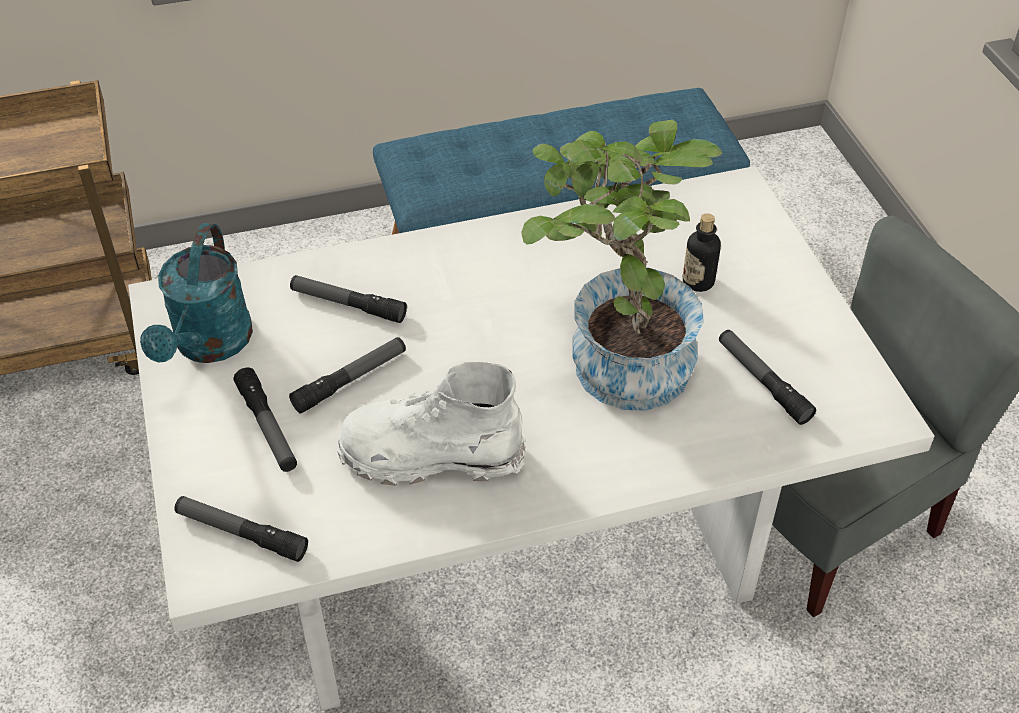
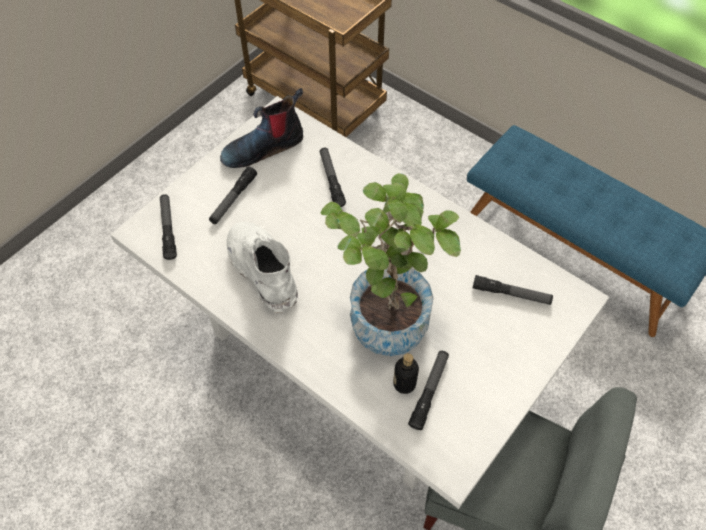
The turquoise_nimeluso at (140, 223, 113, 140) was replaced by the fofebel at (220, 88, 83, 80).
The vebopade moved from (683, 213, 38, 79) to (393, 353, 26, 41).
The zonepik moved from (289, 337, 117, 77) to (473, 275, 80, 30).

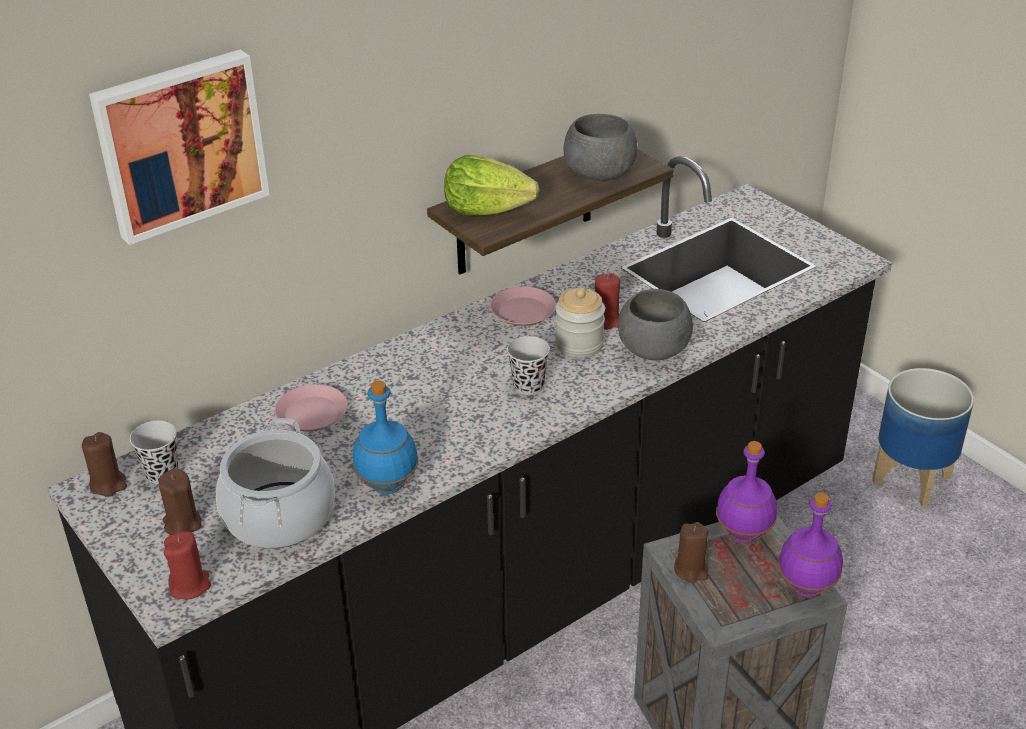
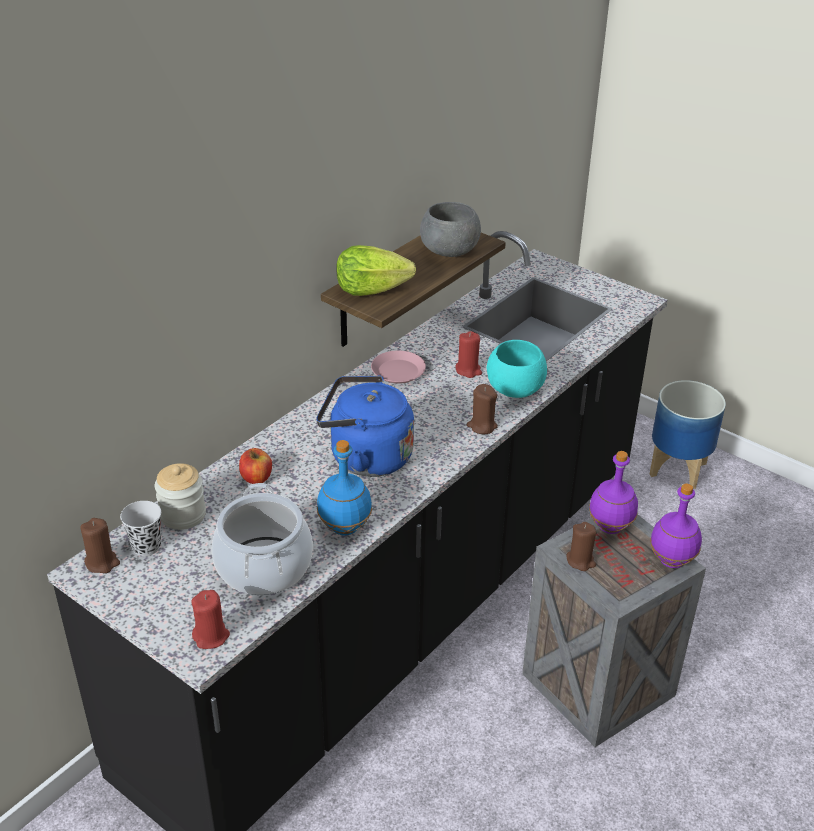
The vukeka moved from (555, 288, 50, 70) to (155, 463, 51, 67).
The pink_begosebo at (275, 384, 73, 48) was replaced by the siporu at (239, 448, 33, 36).
The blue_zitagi at (316, 375, 98, 102) appeared.
The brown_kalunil moved from (158, 469, 43, 66) to (467, 384, 31, 51).
The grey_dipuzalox at (618, 289, 75, 71) became the turquoise_dipuzalox at (487, 340, 60, 58).
The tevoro at (89, 49, 181, 196) disappeared.
The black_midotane at (507, 336, 43, 59) disappeared.

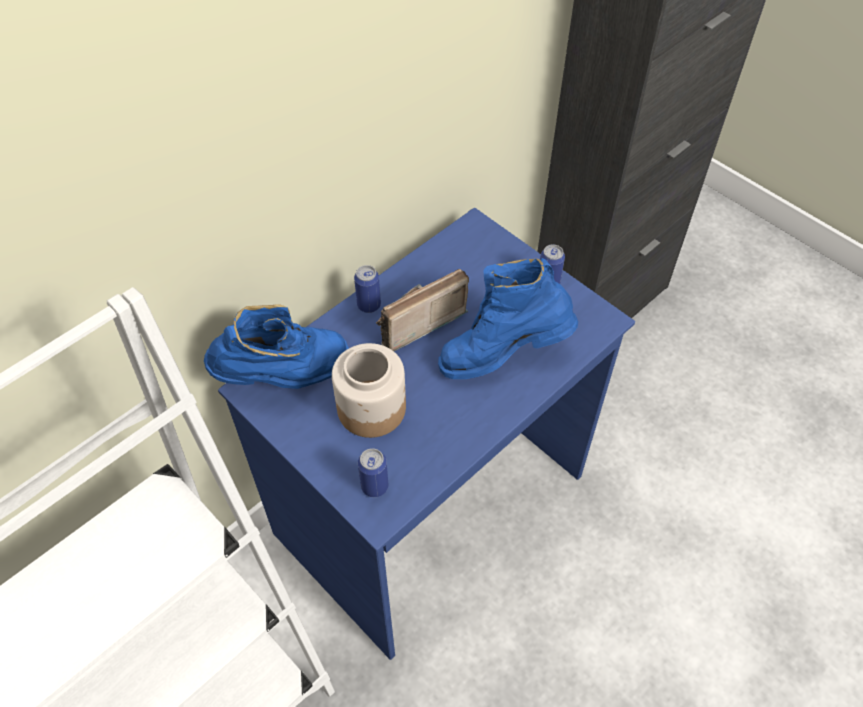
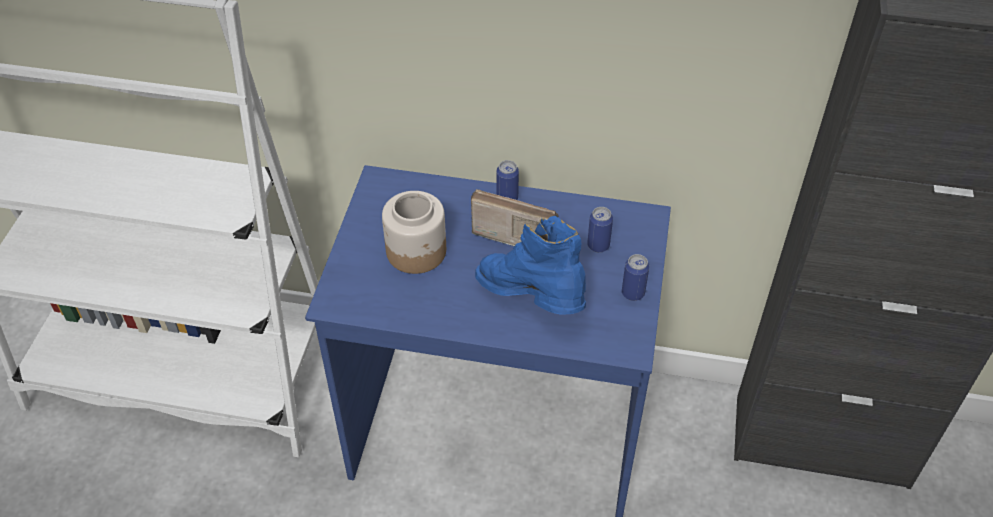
The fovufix moved from (358, 448, 30, 49) to (587, 207, 26, 46).
The blue_fofebel at (204, 304, 145, 85) disappeared.

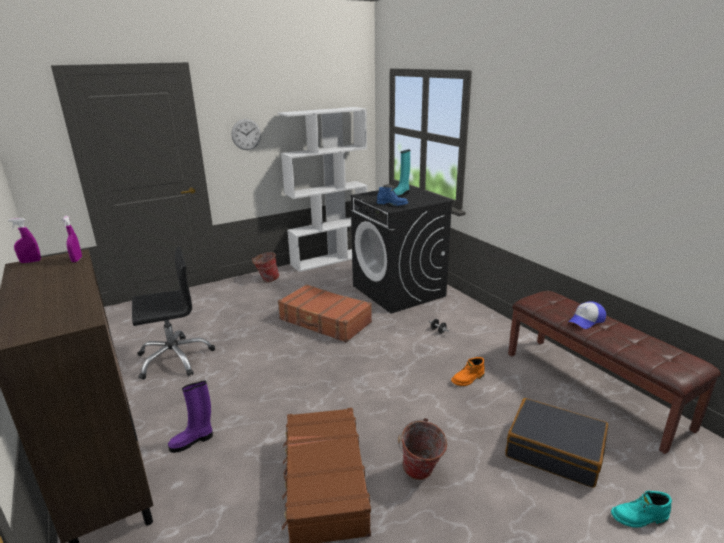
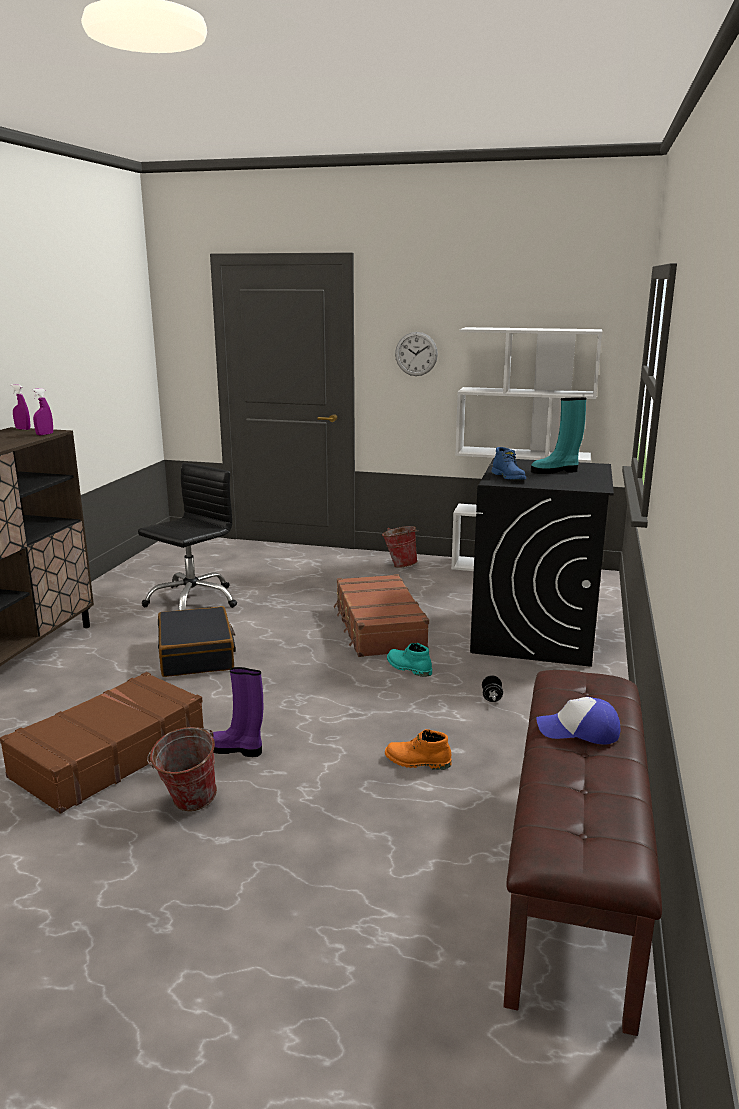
The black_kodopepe at (132, 246, 83, 134) turned 75 degrees counterclockwise.
The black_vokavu moved from (505, 398, 103, 90) to (158, 606, 78, 71).
The purple_fofebel moved from (168, 380, 45, 73) to (213, 667, 50, 90).
The turquoise_fofebel moved from (611, 491, 61, 37) to (387, 643, 45, 34).

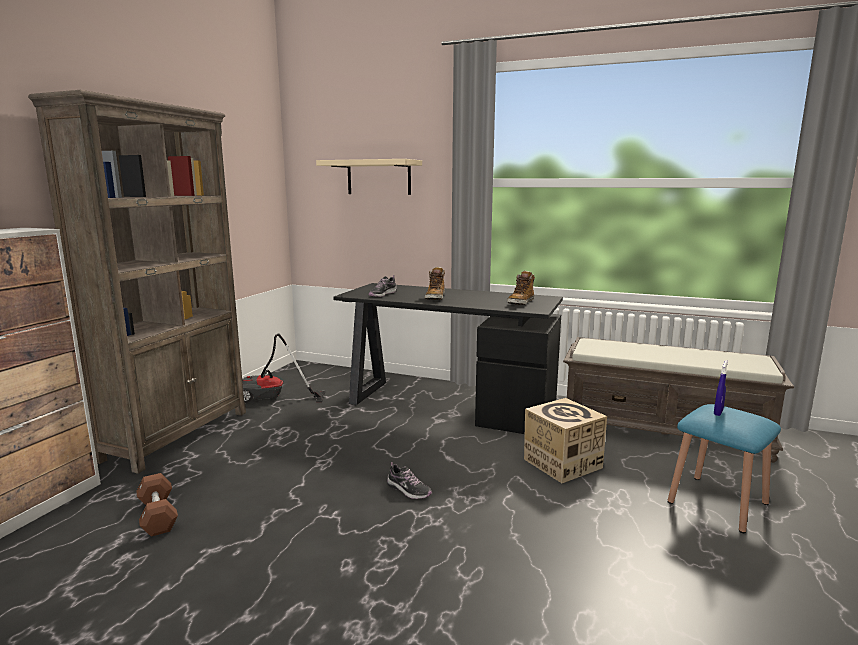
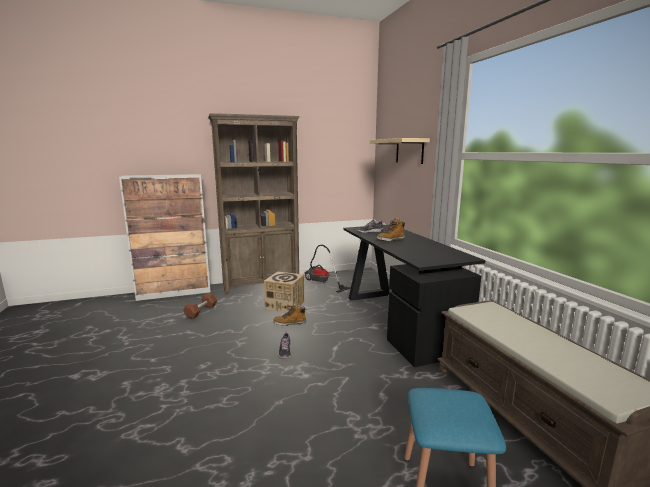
The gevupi moved from (524, 398, 83, 85) to (264, 272, 40, 40).
The fofebel moved from (507, 270, 28, 35) to (273, 303, 33, 23).
The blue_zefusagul at (714, 360, 14, 56) disappeared.

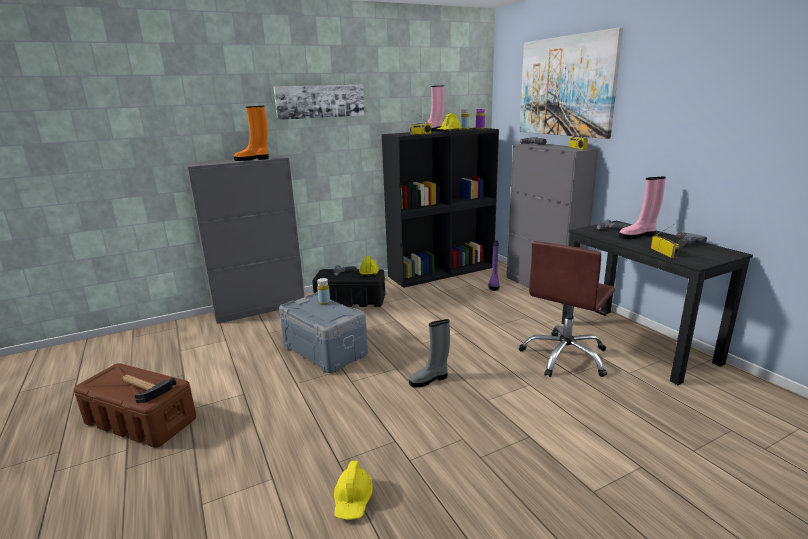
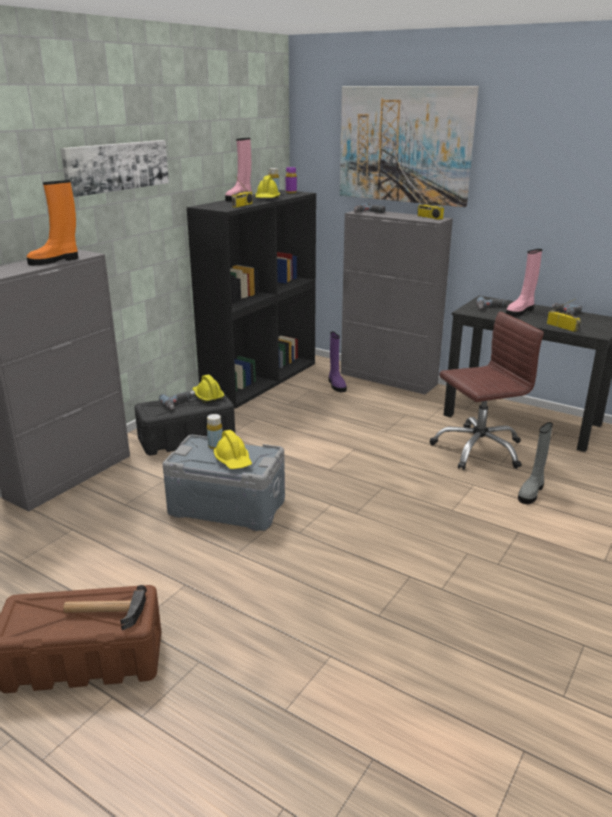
The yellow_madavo moved from (334, 461, 39, 59) to (214, 430, 38, 39).
The brown_kodopepe at (519, 241, 96, 136) turned 120 degrees counterclockwise.
The grey_fofebel moved from (409, 319, 41, 69) to (518, 422, 35, 82).

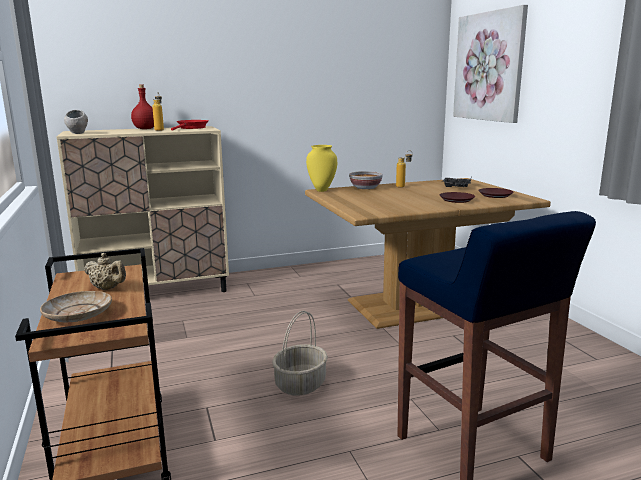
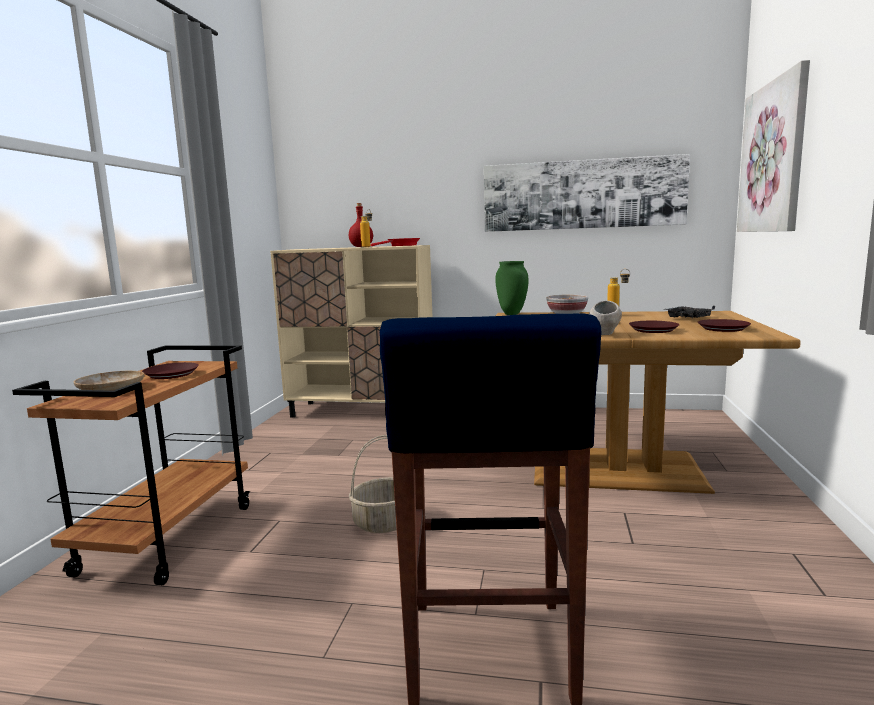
The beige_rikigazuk at (84, 253, 42, 37) was replaced by the brown_begosebo at (142, 362, 57, 17).
The tevoro at (484, 154, 206, 78) appeared.
The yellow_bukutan at (306, 145, 31, 47) became the green_bukutan at (496, 261, 32, 54).
The grey_dipuzalox moved from (64, 110, 24, 24) to (589, 301, 33, 34).

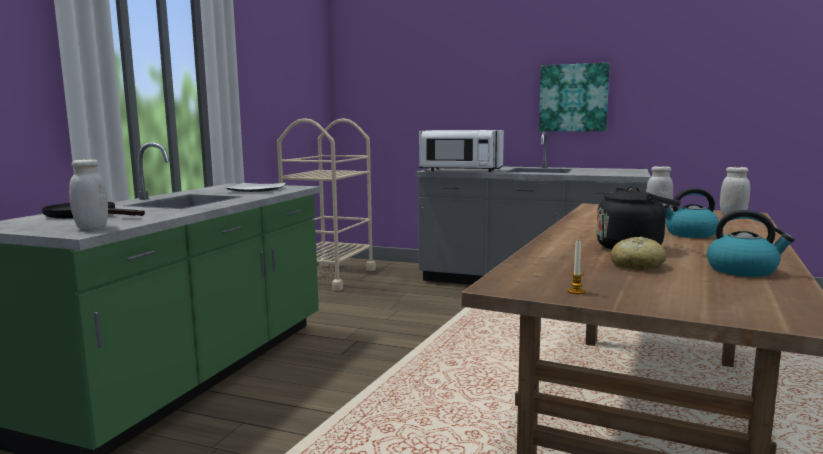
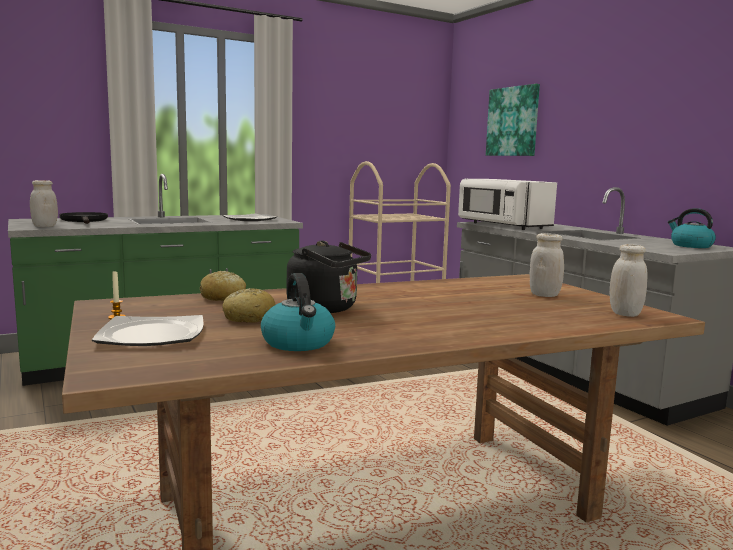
The begosebo at (92, 315, 112, 31) appeared.
The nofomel at (200, 271, 46, 30) appeared.
The tevoro moved from (539, 63, 71, 68) to (486, 84, 54, 72).
The zitagi moved from (663, 188, 56, 50) to (668, 208, 48, 40).

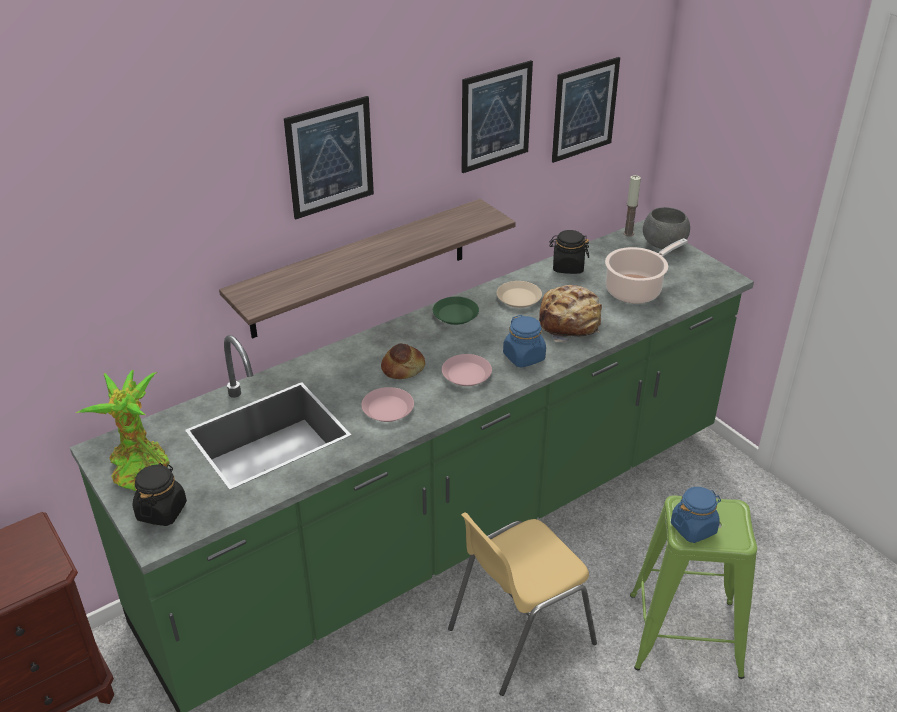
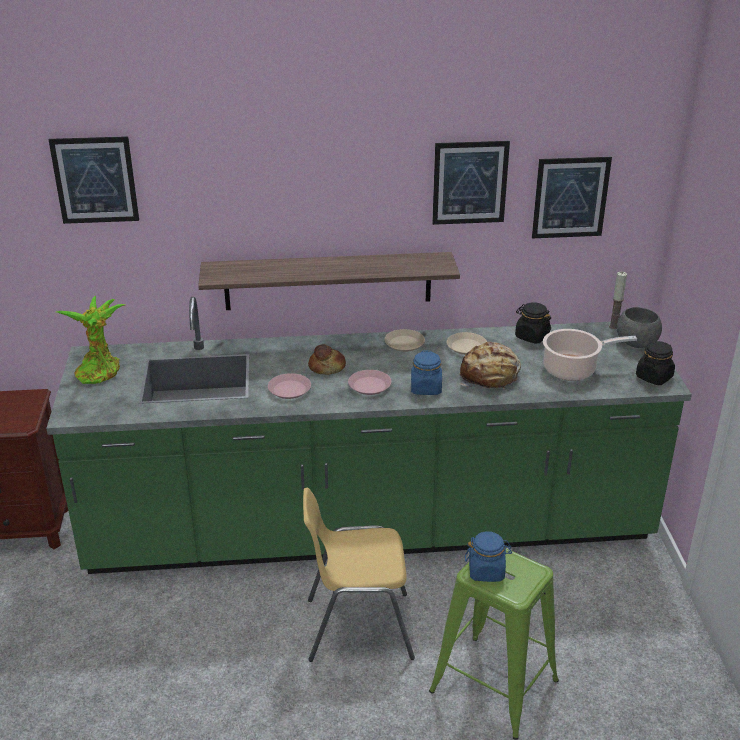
The tevoro moved from (284, 96, 90, 123) to (49, 136, 90, 88).
The green_begosebo at (433, 297, 46, 28) became the beige_begosebo at (384, 329, 41, 23).
The black_vukeka moved from (133, 463, 54, 63) to (636, 341, 39, 44).

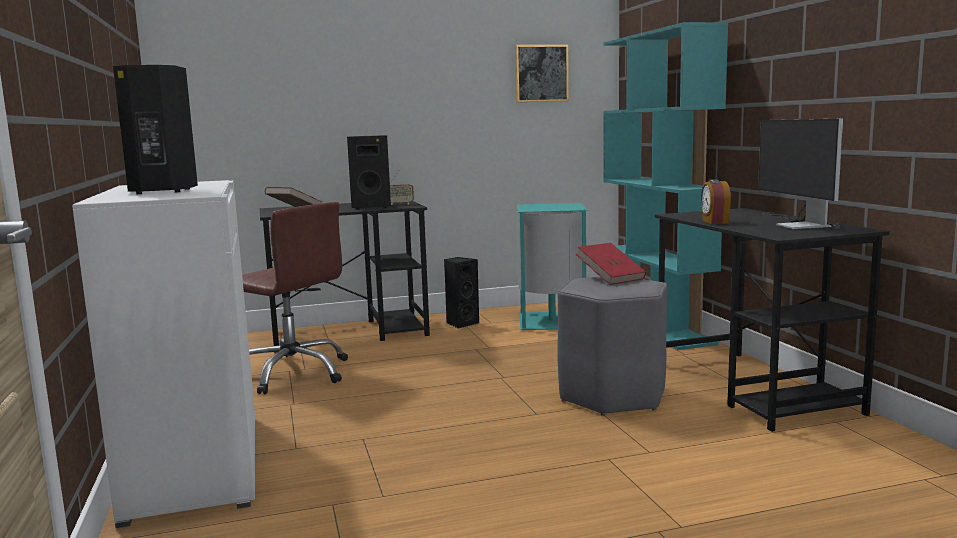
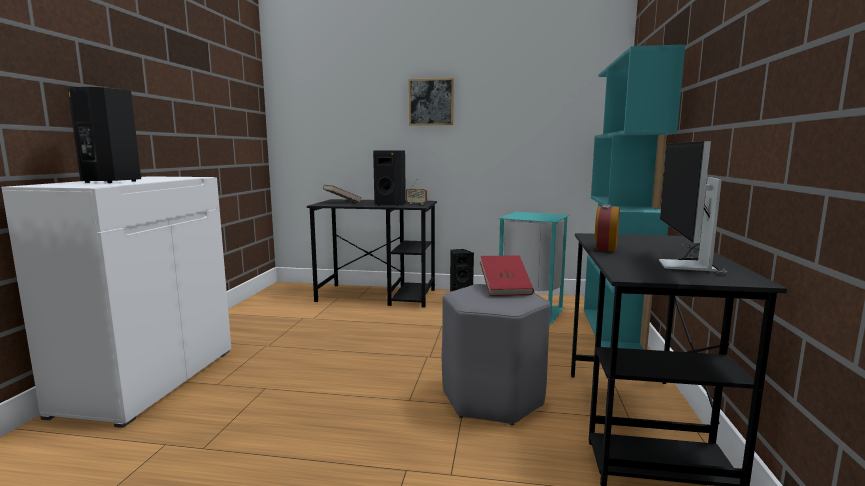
The tevoro moved from (515, 45, 54, 57) to (409, 78, 45, 47).
The brown_kodopepe at (242, 202, 106, 192) disappeared.

